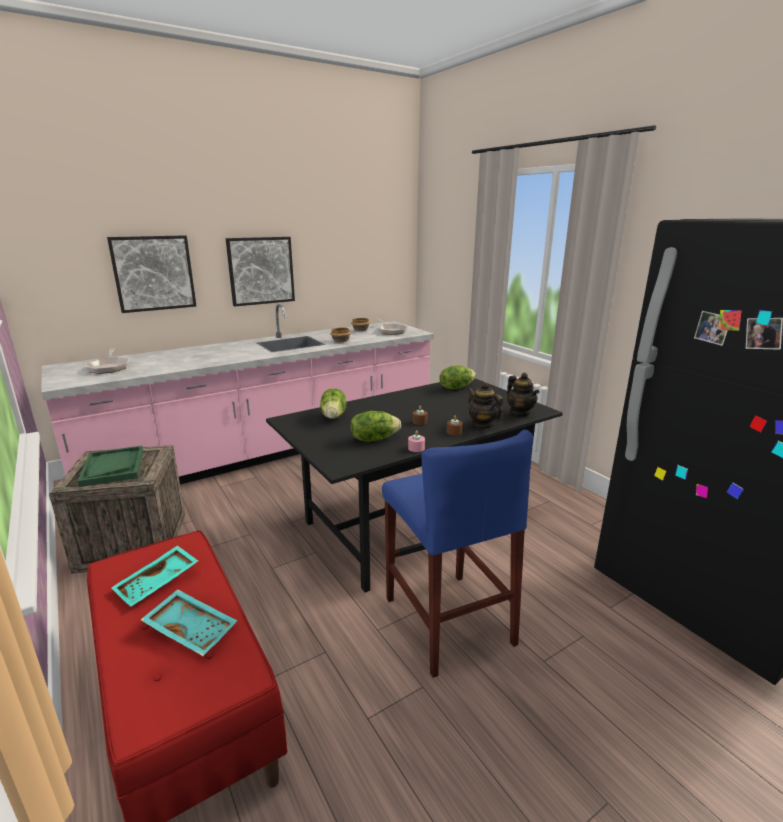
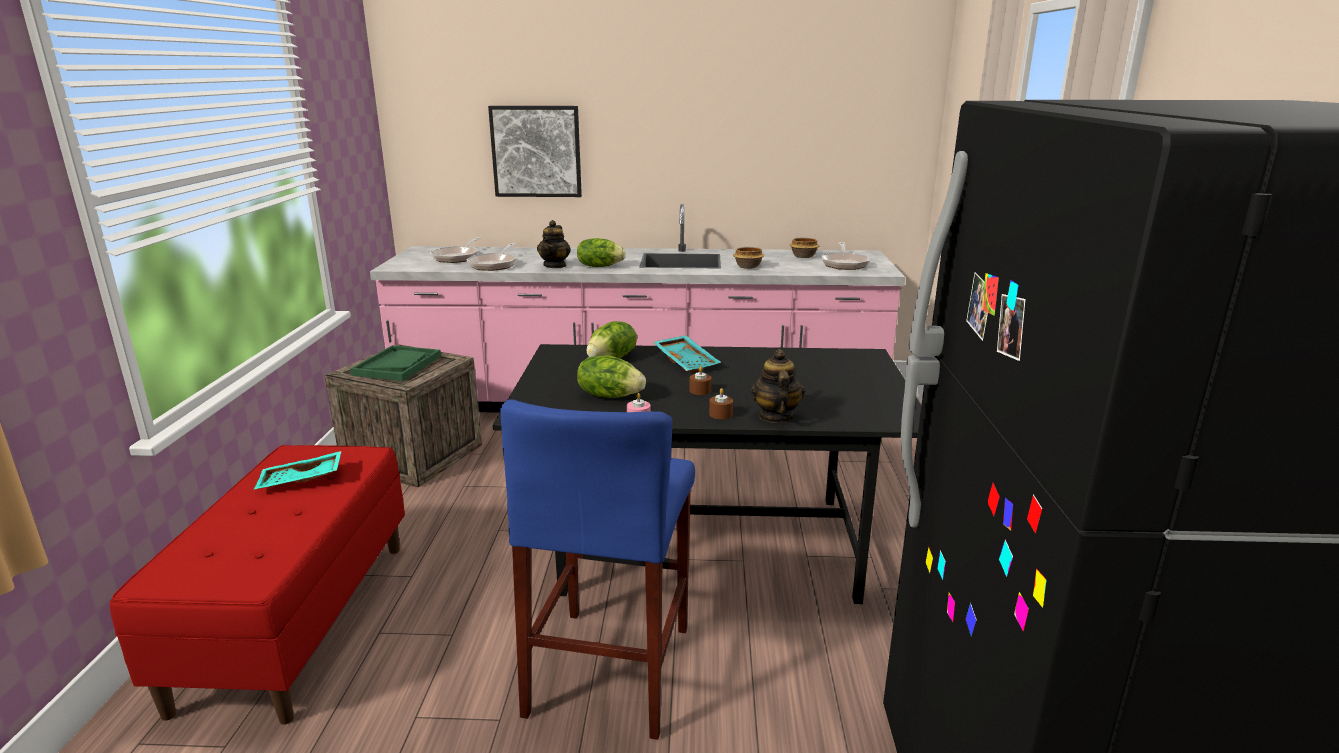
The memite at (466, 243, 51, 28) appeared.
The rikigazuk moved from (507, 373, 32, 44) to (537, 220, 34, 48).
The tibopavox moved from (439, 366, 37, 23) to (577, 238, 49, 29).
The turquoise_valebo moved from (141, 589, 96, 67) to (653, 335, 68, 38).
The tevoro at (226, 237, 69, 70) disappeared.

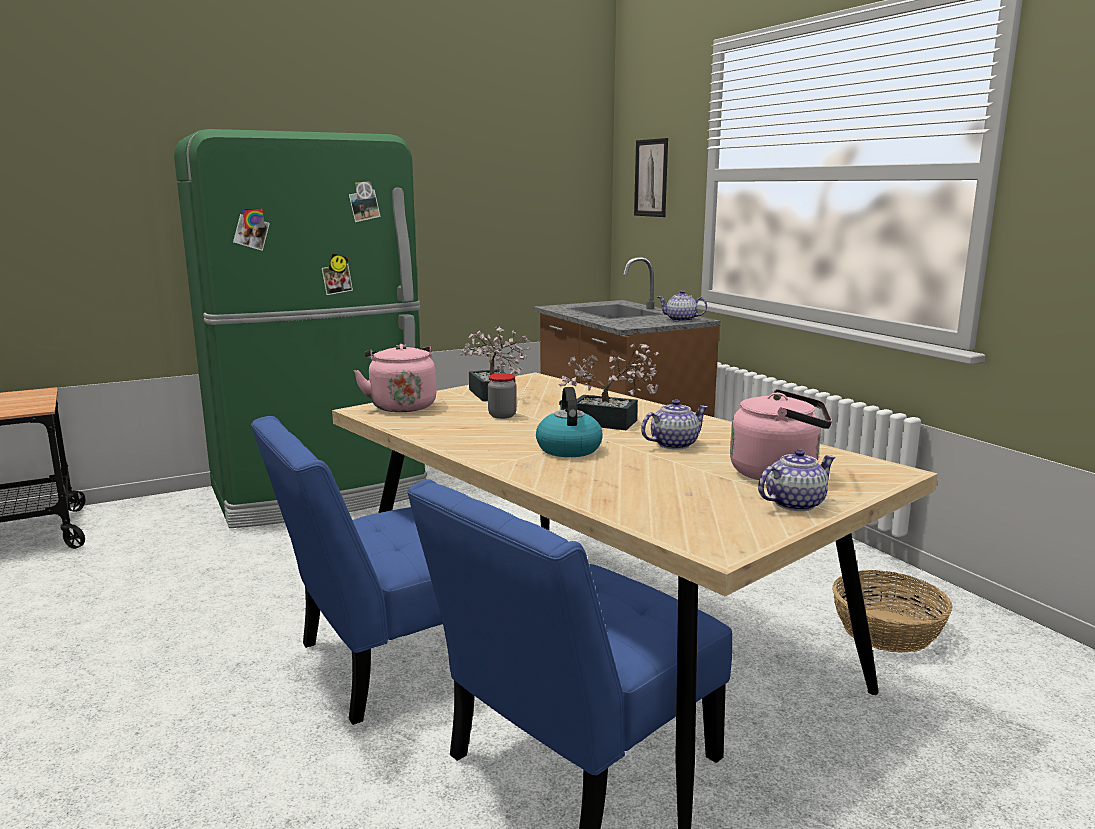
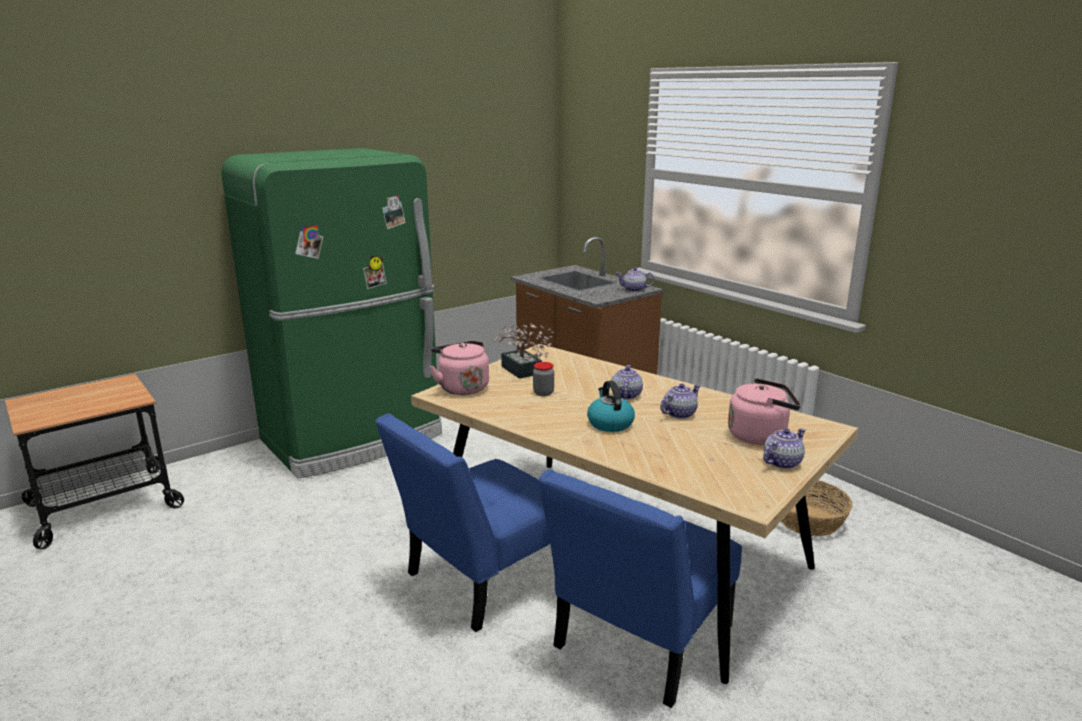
The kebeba at (559, 344, 100, 86) was replaced by the rikigazuk at (611, 365, 32, 35).
The tevoro at (634, 138, 34, 79) disappeared.

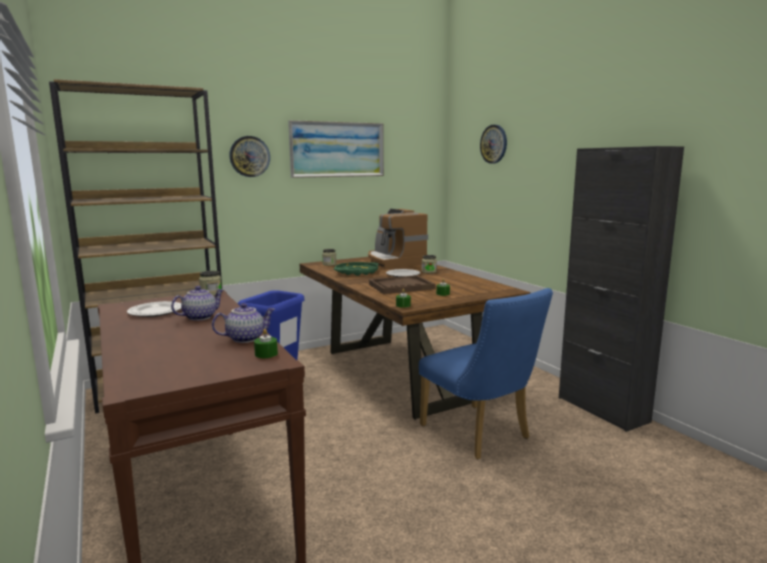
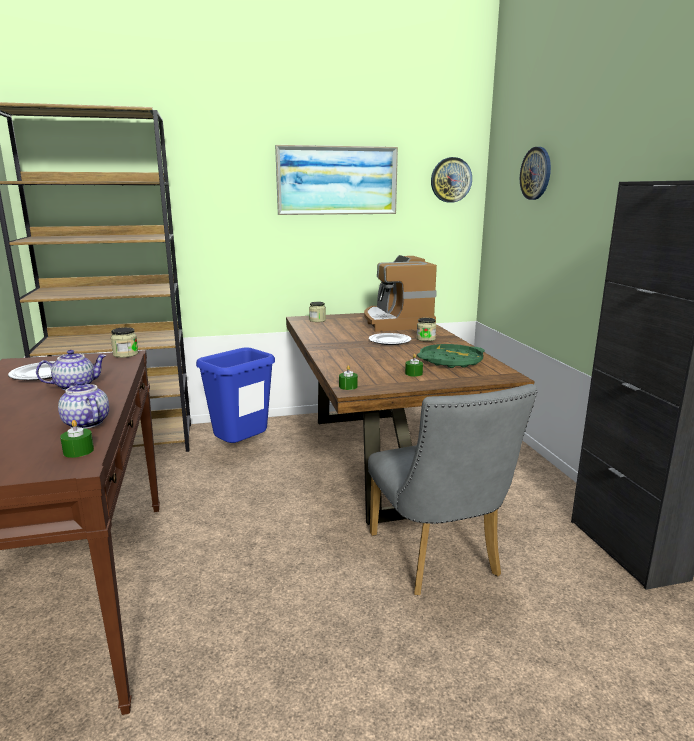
The rikigazuk at (212, 303, 63, 40) turned 120 degrees counterclockwise.
The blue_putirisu at (419, 288, 134, 171) became the grey_putirisu at (368, 384, 169, 211).
The green_valebo moved from (334, 262, 45, 14) to (417, 344, 68, 24).
The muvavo moved from (229, 136, 41, 41) to (431, 157, 41, 46).
The brown_valebo at (369, 275, 66, 19) disappeared.

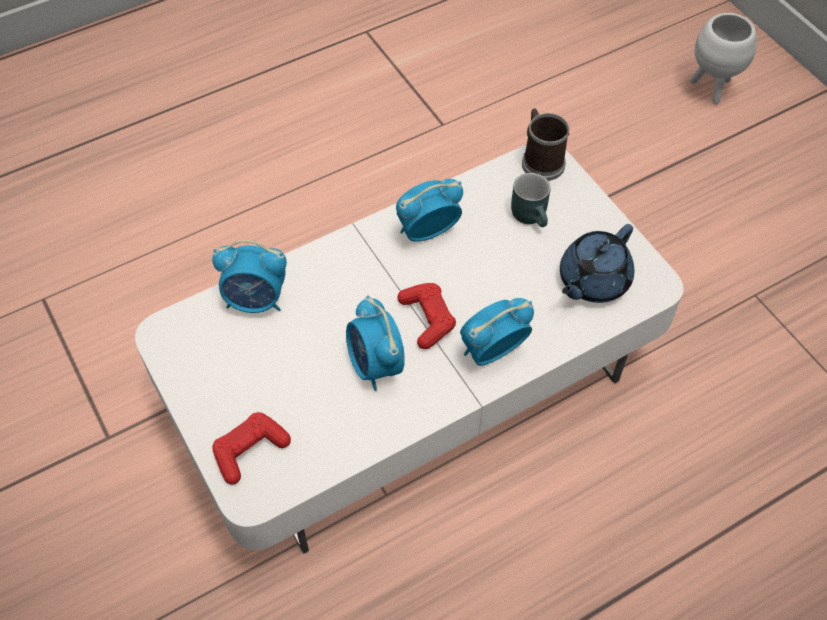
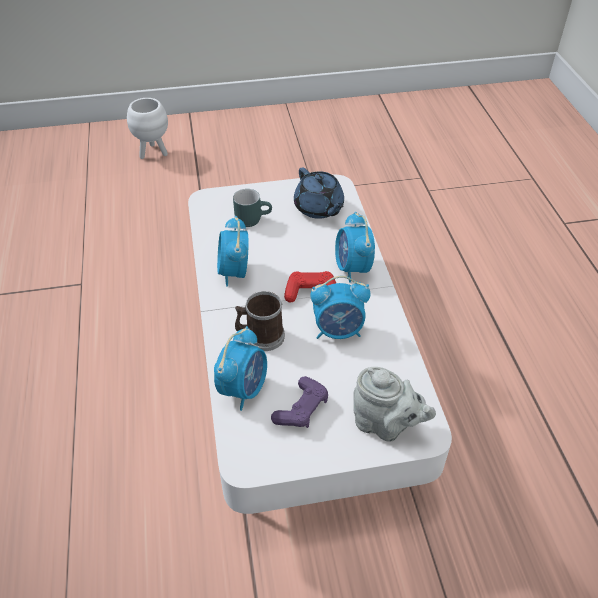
The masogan moved from (522, 108, 47, 73) to (235, 291, 50, 60).
The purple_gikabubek at (271, 376, 57, 52) appeared.
The red_gikabubek at (212, 412, 79, 73) was replaced by the grey_rikigazuk at (353, 367, 83, 74).

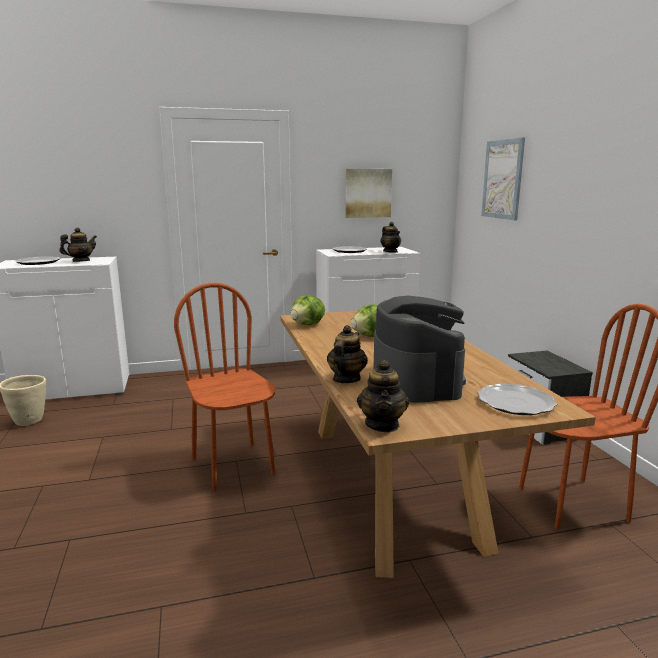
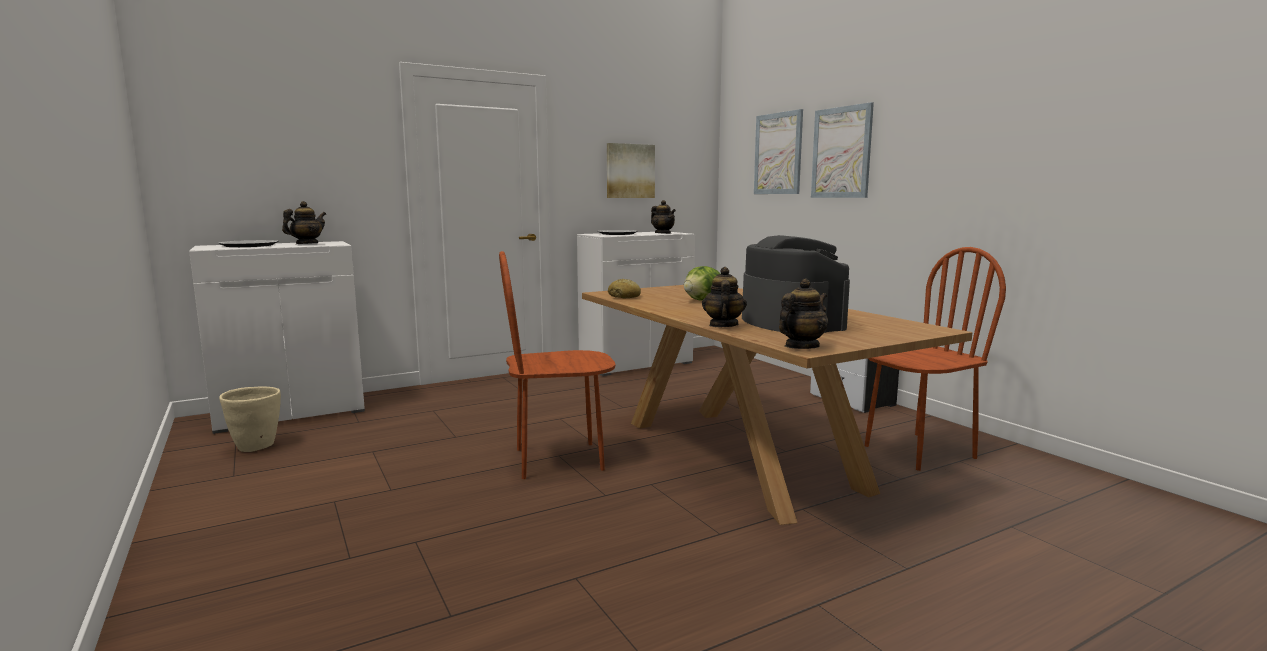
The brown_putirisu at (174, 283, 101, 208) turned 60 degrees counterclockwise.
The tibopavox at (290, 295, 35, 30) was replaced by the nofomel at (608, 279, 33, 19).
The rikigazuk at (357, 360, 52, 72) turned 120 degrees counterclockwise.
The tevoro at (811, 102, 63, 96) appeared.
The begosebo at (478, 383, 79, 32) disappeared.

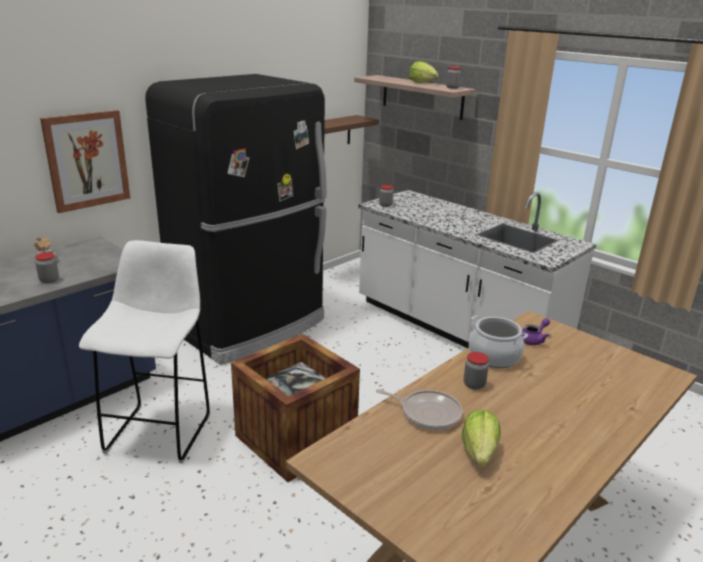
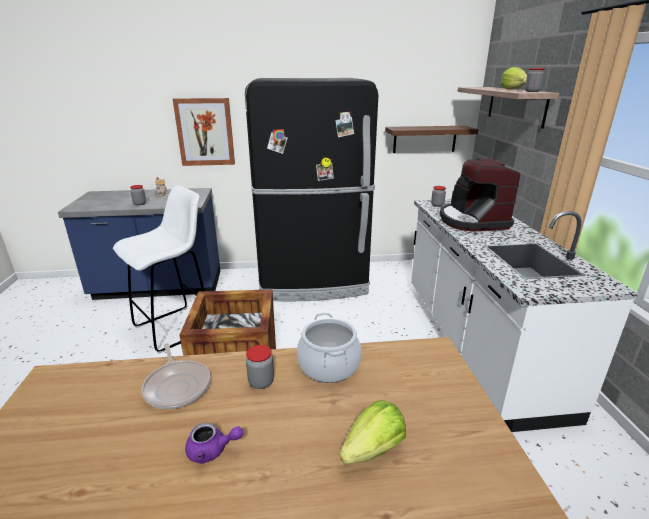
The purple_rikigazuk moved from (522, 318, 28, 27) to (185, 423, 58, 41).
The tibopavox moved from (462, 410, 39, 57) to (340, 400, 66, 64).
The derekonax at (440, 158, 80, 74) appeared.

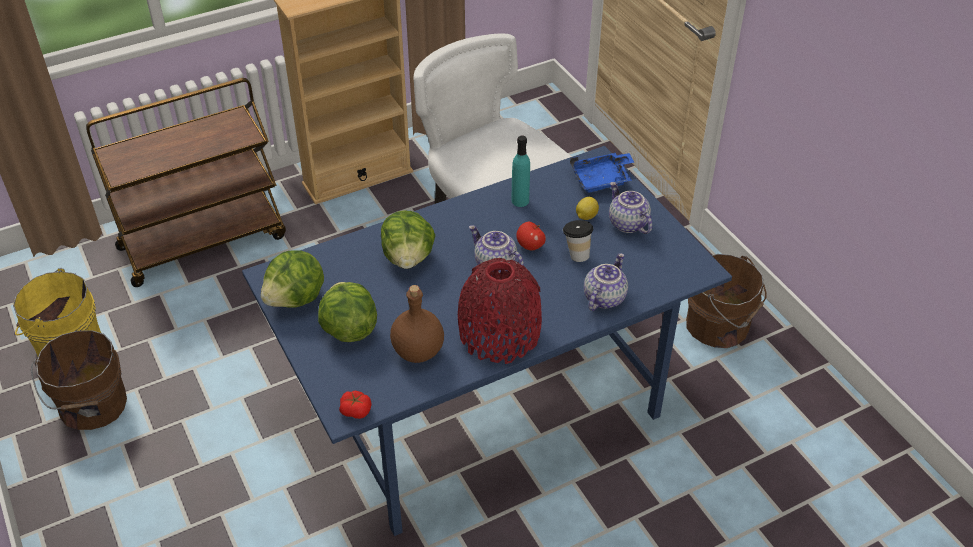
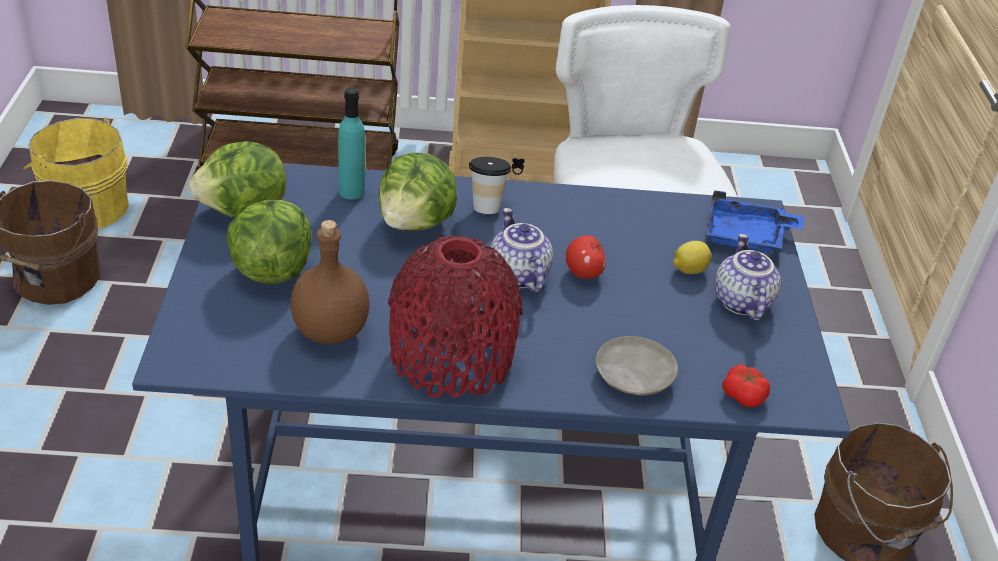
The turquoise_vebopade moved from (512, 135, 18, 72) to (338, 87, 27, 112).
The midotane moved from (563, 220, 30, 42) to (469, 157, 42, 57).
The rikigazuk at (584, 253, 44, 58) was replaced by the beige_begosebo at (596, 336, 82, 60).
The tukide moved from (339, 391, 33, 28) to (722, 364, 48, 44).

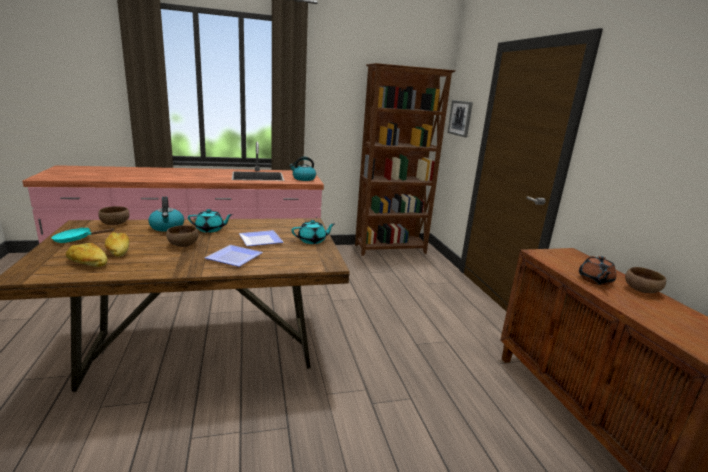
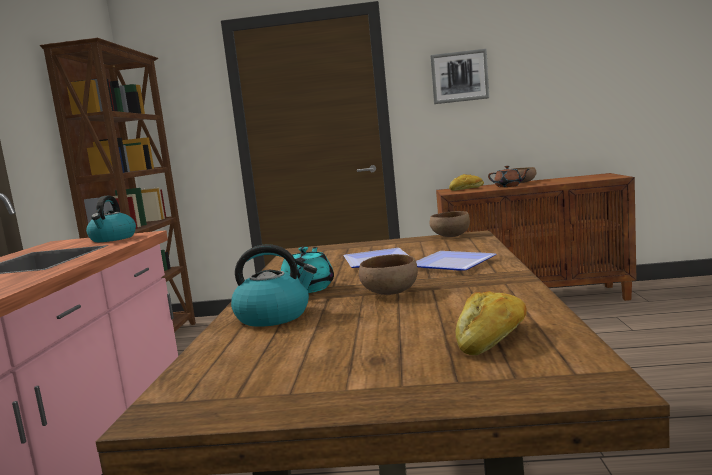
The tevoro moved from (448, 100, 25, 38) to (430, 49, 59, 55).
The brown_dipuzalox moved from (98, 206, 31, 19) to (430, 211, 40, 26).
The nofomel moved from (105, 232, 24, 25) to (449, 174, 35, 17).
The turquoise_memite at (52, 228, 62, 15) disappeared.
The turquoise_rikigazuk at (292, 220, 43, 24) disappeared.

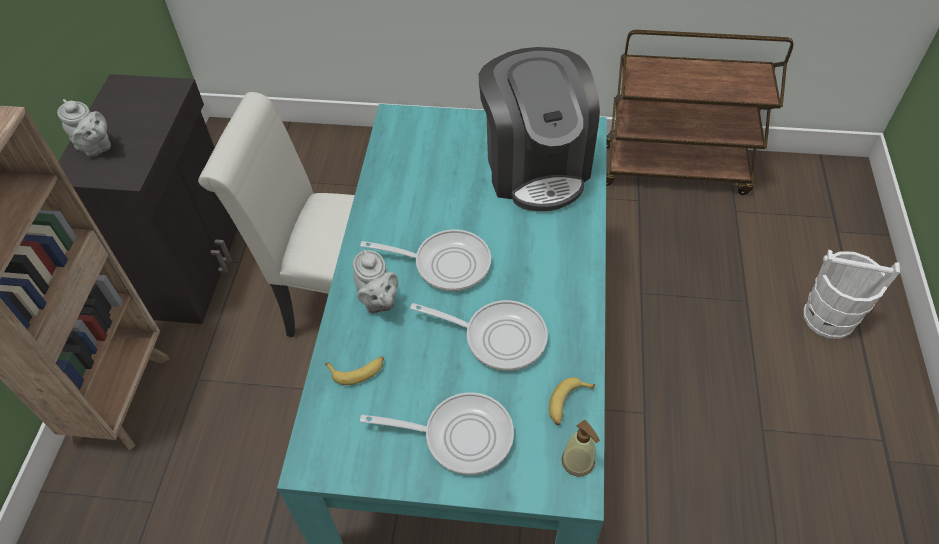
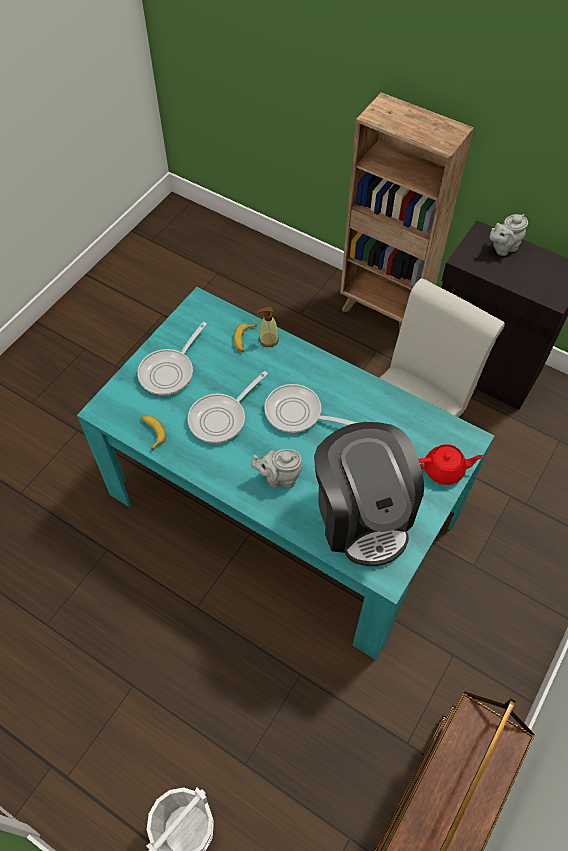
The grey_rikigazuk moved from (353, 250, 45, 63) to (251, 449, 52, 39).
The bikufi moved from (561, 419, 39, 58) to (257, 307, 22, 40).
The memite at (360, 229, 131, 62) turned 75 degrees clockwise.
The derekonax at (479, 47, 121, 164) turned 120 degrees counterclockwise.
The red_rikigazuk at (418, 444, 66, 41) appeared.

